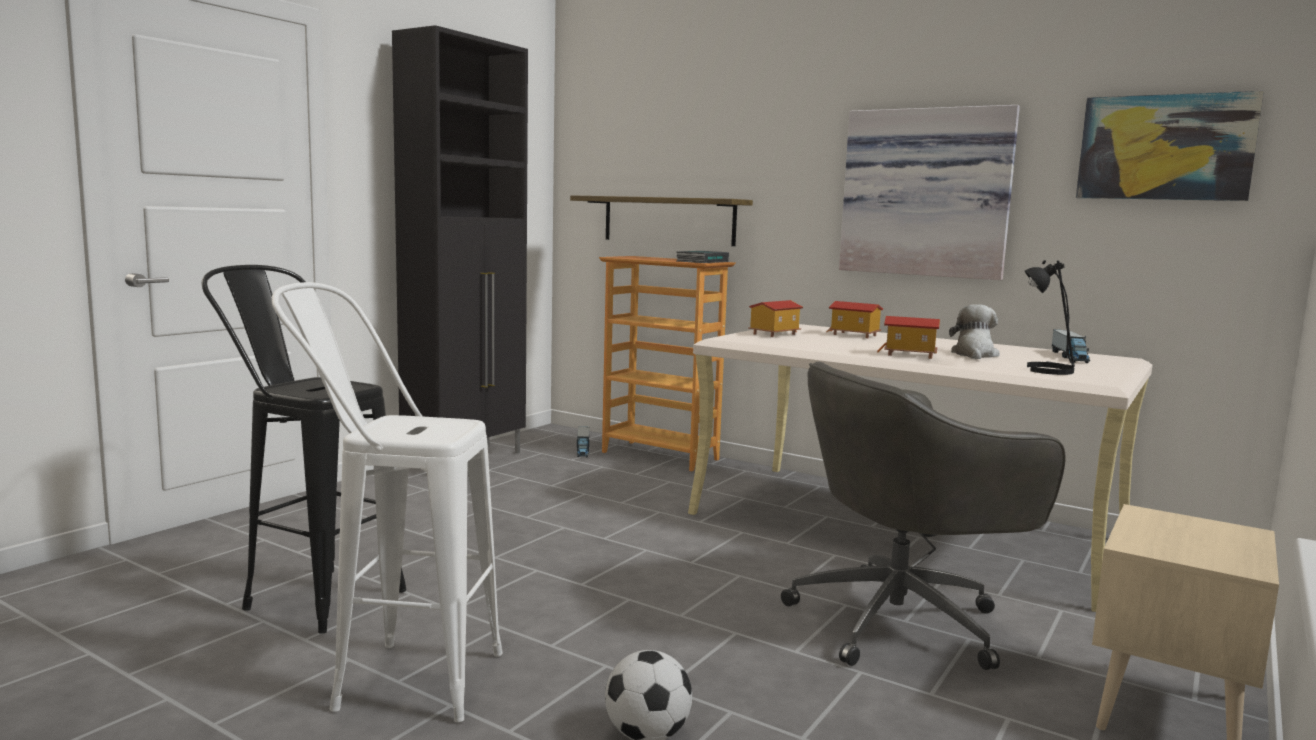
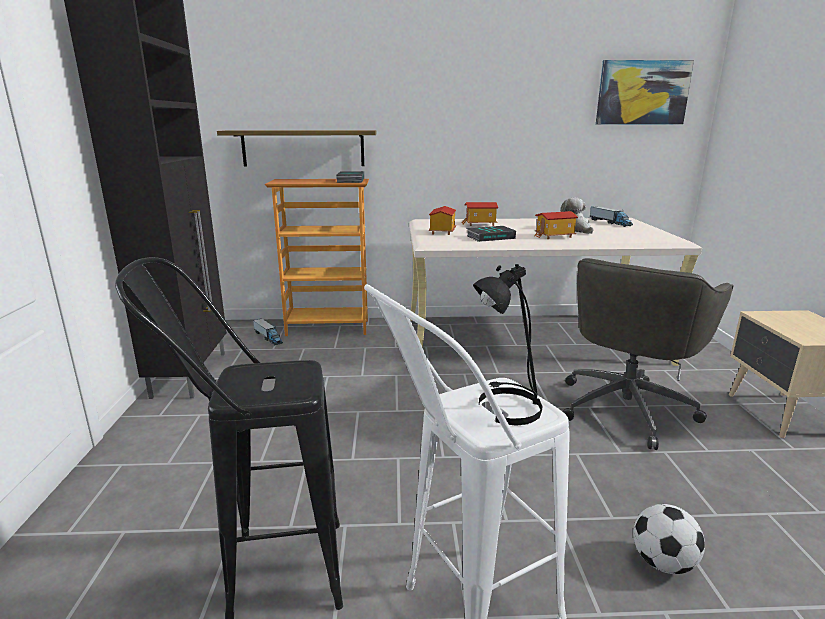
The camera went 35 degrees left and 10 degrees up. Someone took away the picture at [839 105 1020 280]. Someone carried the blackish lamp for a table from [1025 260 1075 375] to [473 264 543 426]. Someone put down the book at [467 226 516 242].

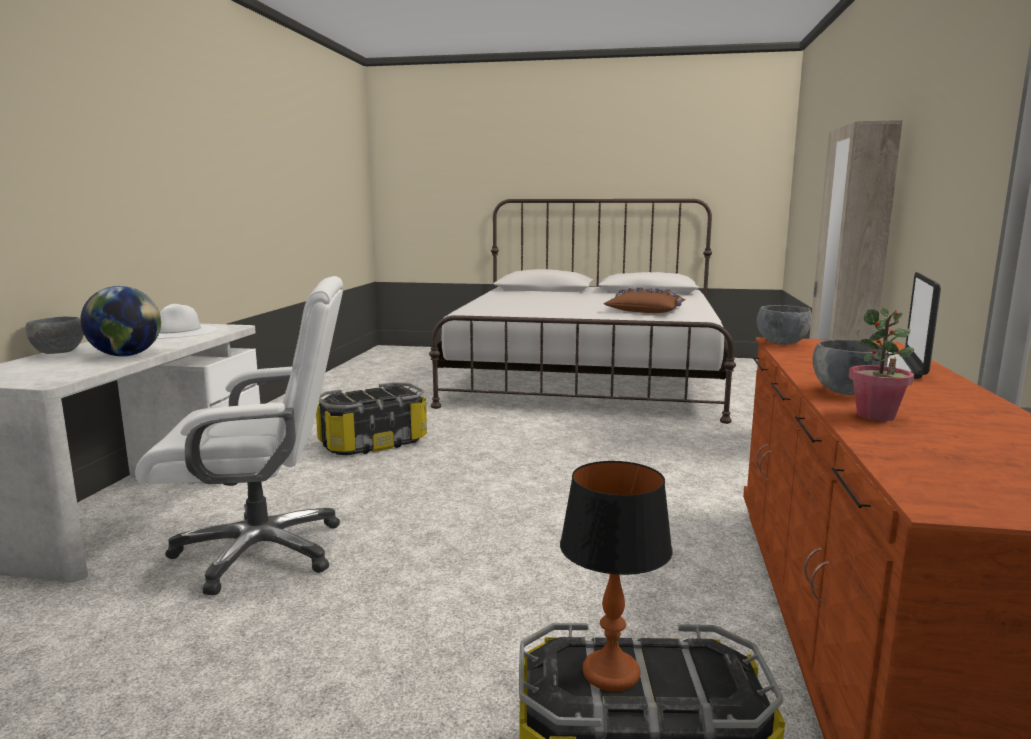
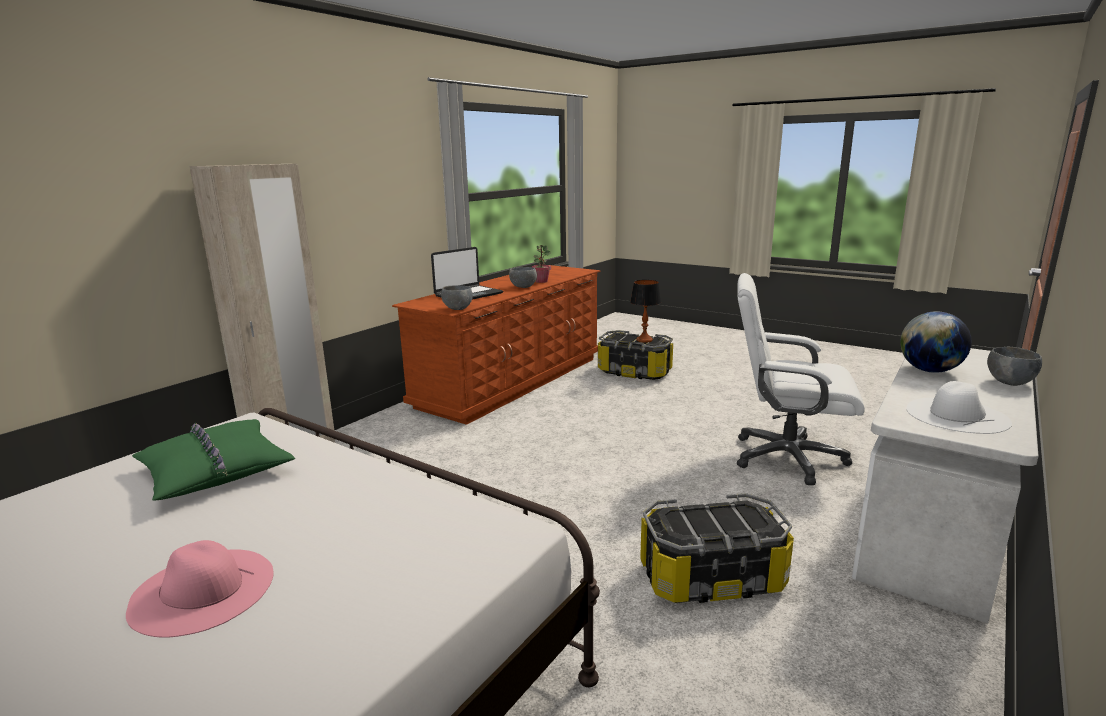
The camera went 155 degrees left and 5 degrees up. Someone repainted the brown-coloured pillow at [604 288 686 313], which became the greenish pillow at [132 419 296 501]. Someone put down the pink clothing hat at [126 540 274 638].

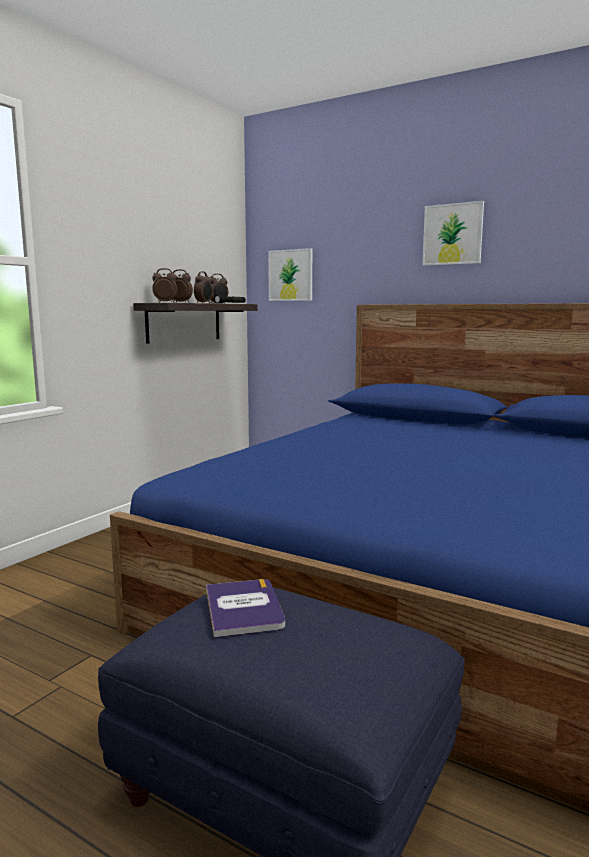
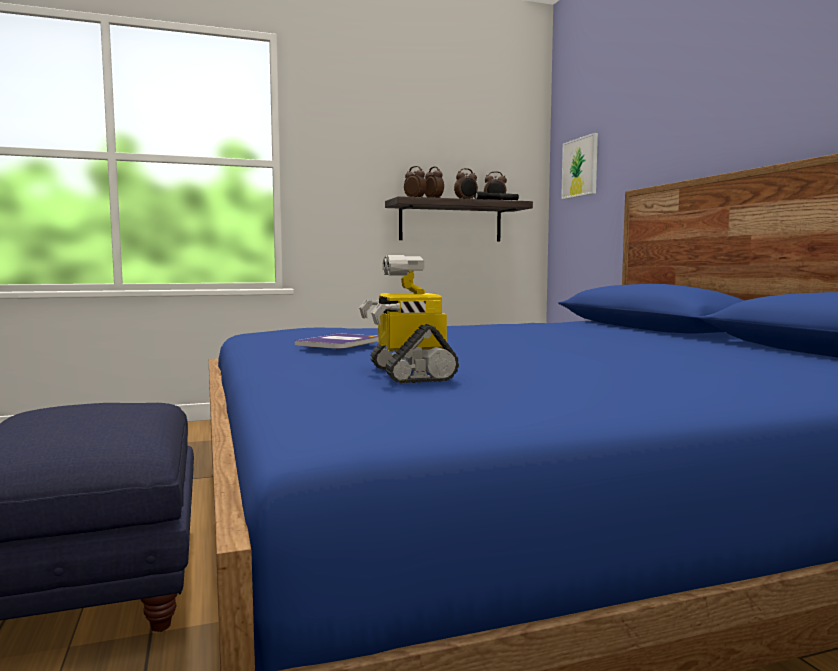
The camera went 40 degrees right and 5 degrees down. Someone carried the book from [206 579 285 637] to [295 333 378 349]. Someone took away the picture at [422 201 484 266]. Someone put down the model robot at [359 255 459 384].

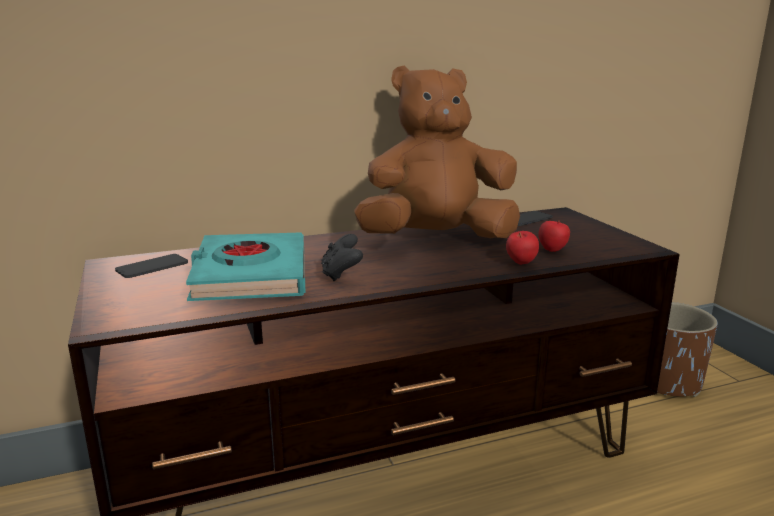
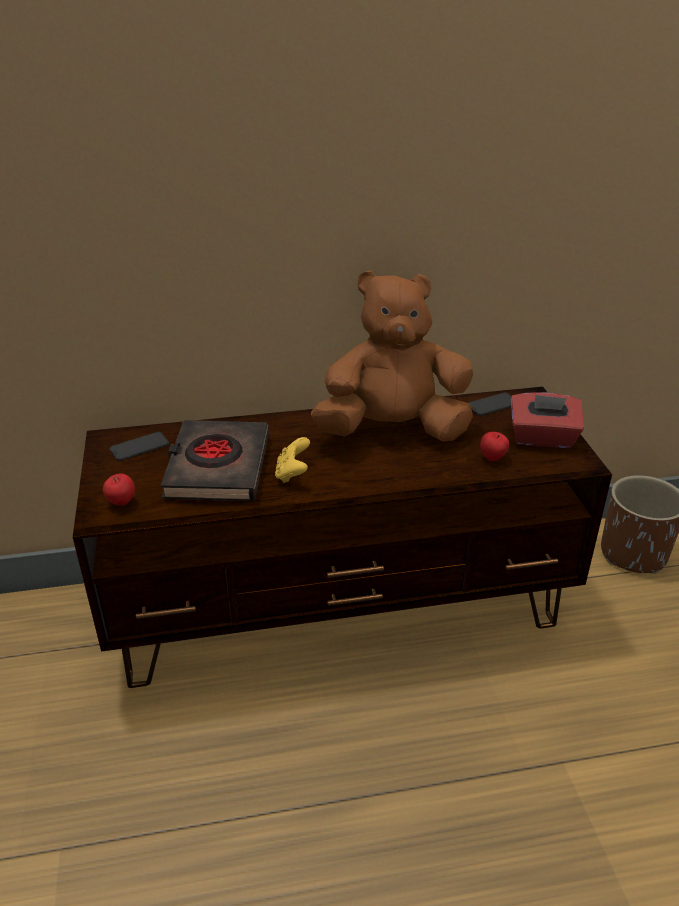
The camera went 10 degrees right and 15 degrees up. Someone repainted the blue-green book at [186 232 306 301], which became the blackish book at [161 420 269 501]. Someone repainted the blackish gamepad at [321 234 363 281], which became the yellow-coloured gamepad at [275 437 310 483]. Someone carried the whole apple from [506 231 539 265] to [103 474 135 505]. Someone put down the red box of tissues at [511 392 584 448].

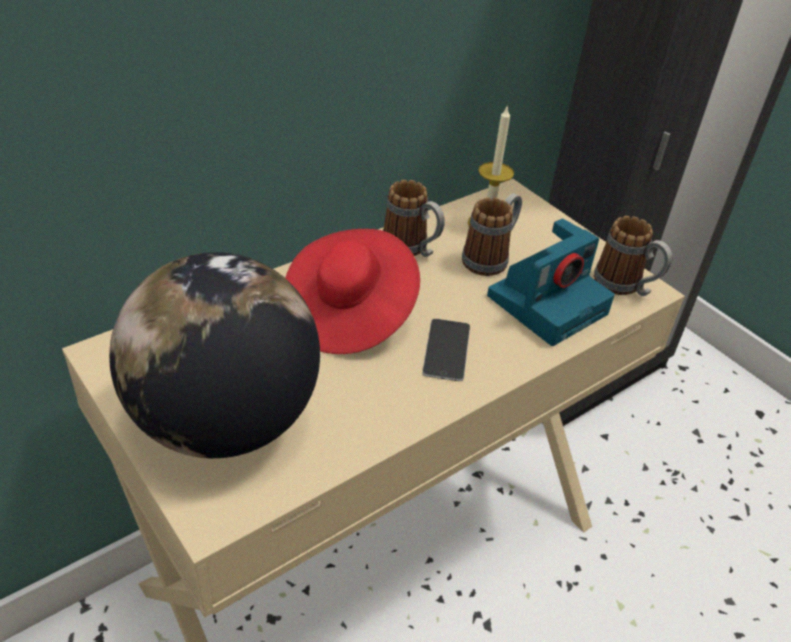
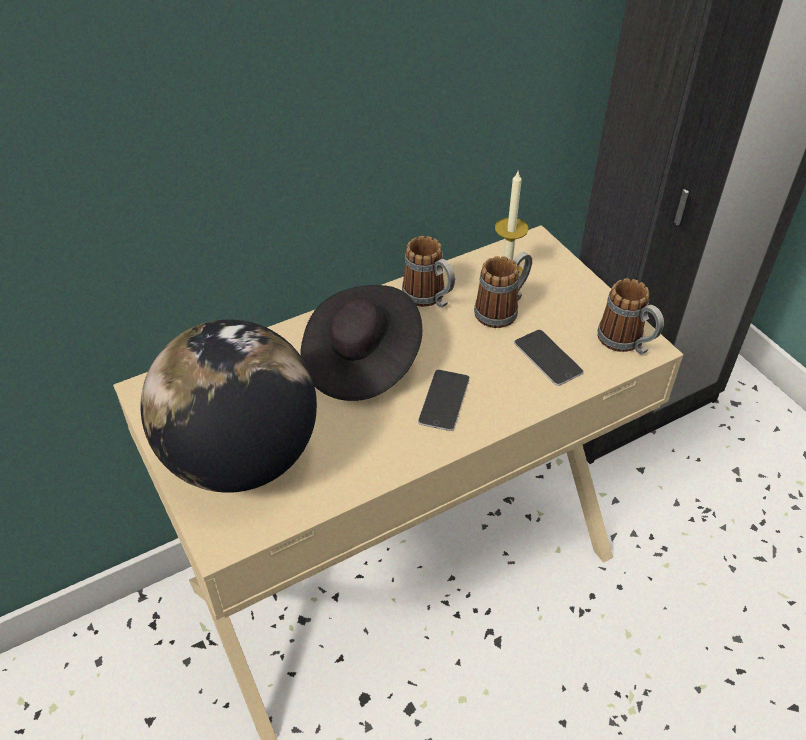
The camera went 10 degrees right and 5 degrees up. Someone repainted the red clothing hat at [285 229 420 354], which became the blackish clothing hat at [301 285 422 401]. Someone swapped the still camera at [487 219 615 346] for the telephone at [514 330 584 386].

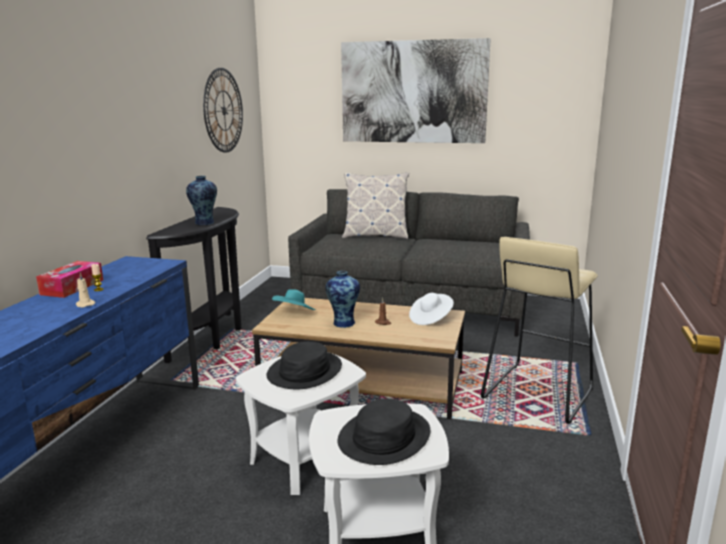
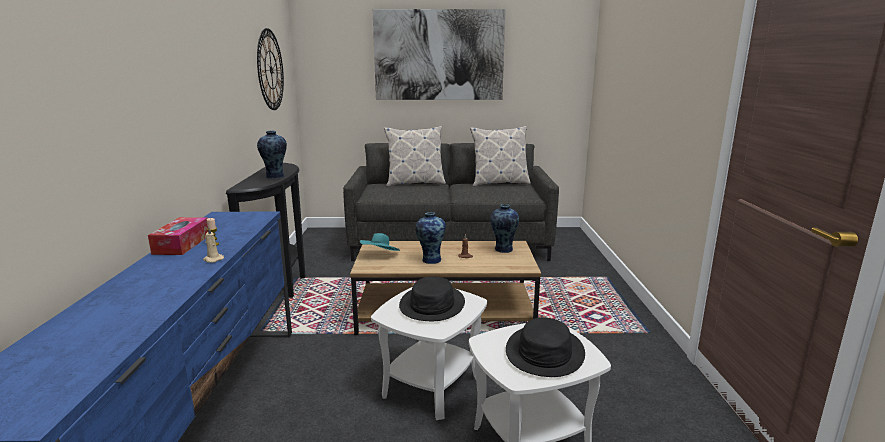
The camera went 15 degrees left and 0 degrees up. Someone swapped the white-coloured clothing hat at [409 293 454 325] for the vase at [490 204 519 253]. Someone took away the beige-coloured stool seat at [481 237 598 424]. Someone put down the pillow at [470 126 531 187].

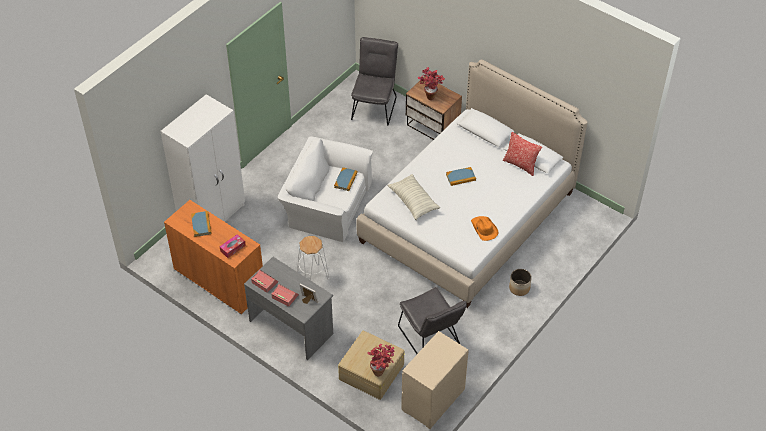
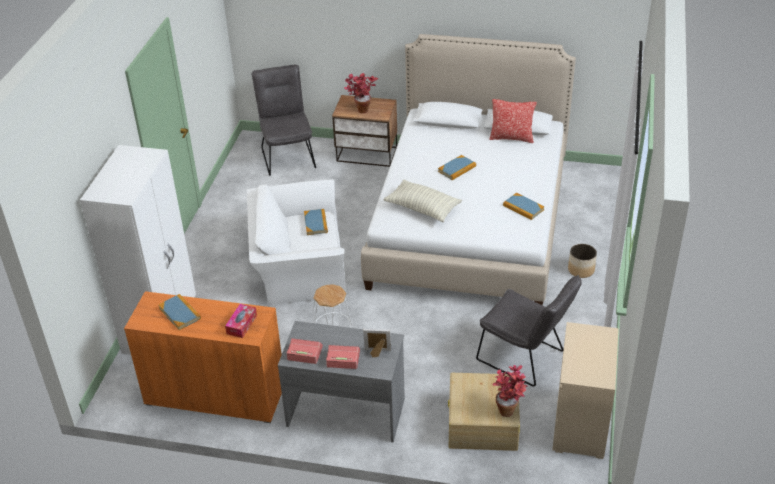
The camera went 25 degrees left and 10 degrees down. Someone swapped the orangey clothing hat at [471 216 499 241] for the book at [503 193 545 220].

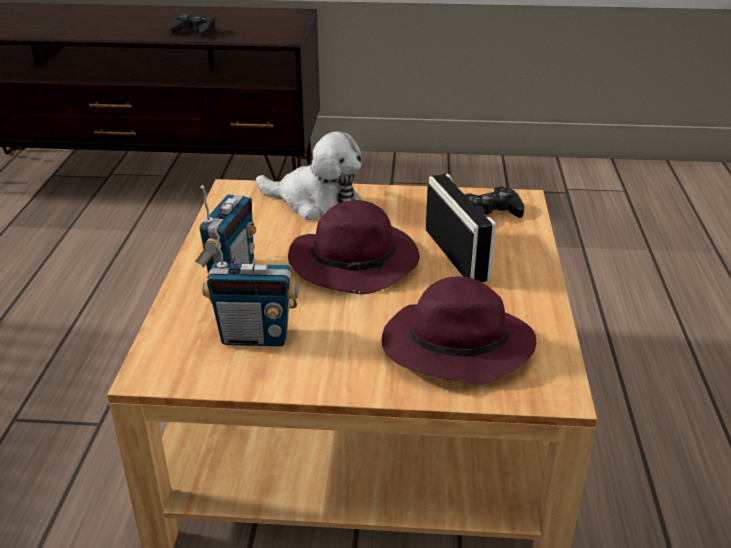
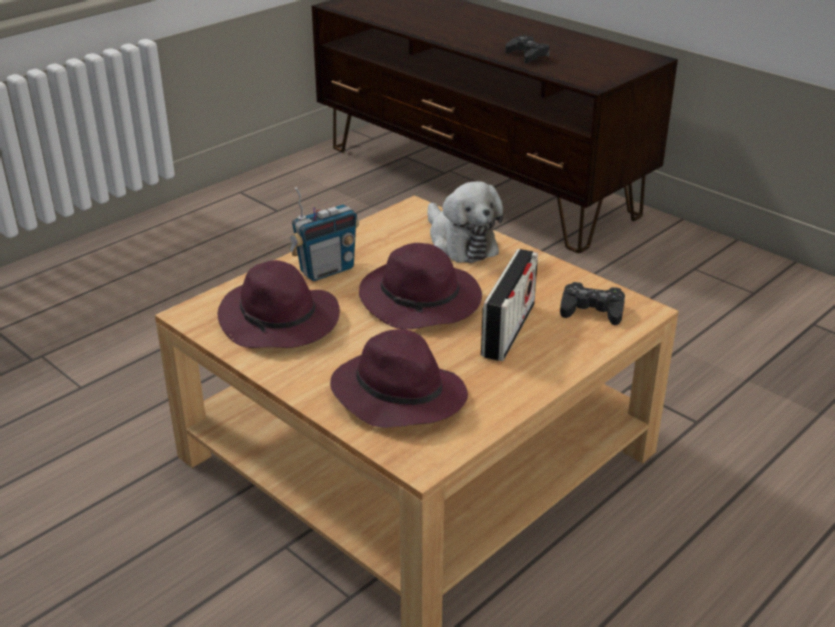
The camera went 40 degrees right and 0 degrees up. Someone swapped the radio receiver at [203 226 299 346] for the purple clothing hat at [218 260 340 348].

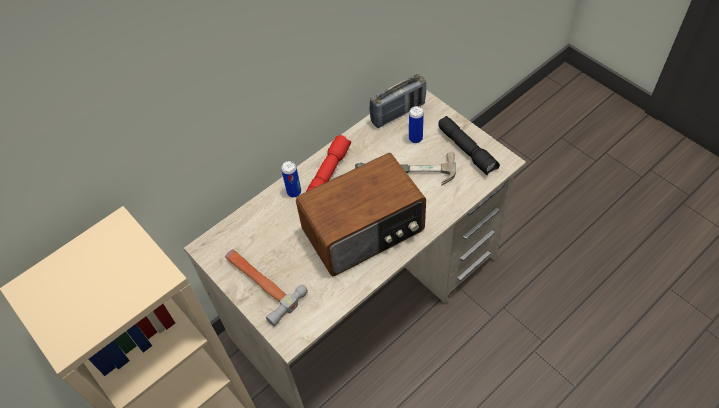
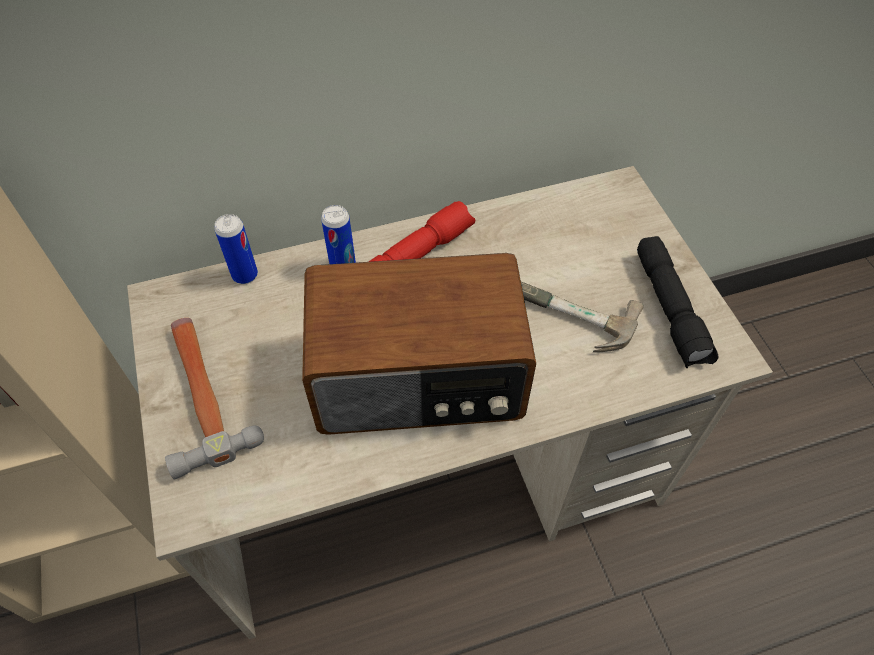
The camera went 20 degrees right and 0 degrees up. Someone took away the radio receiver at [370 74 426 128]. Someone carried the can from [409 106 424 143] to [214 214 258 284].

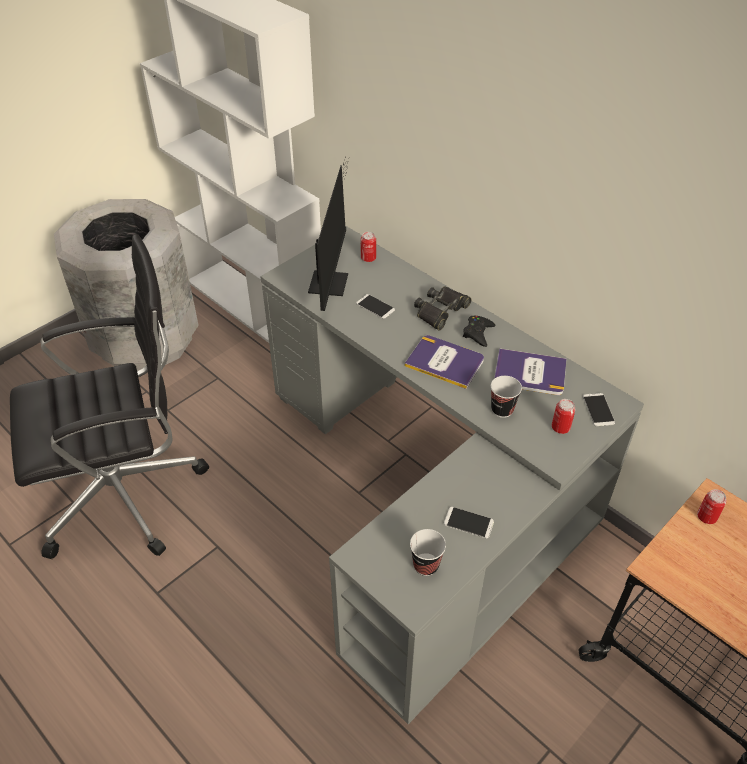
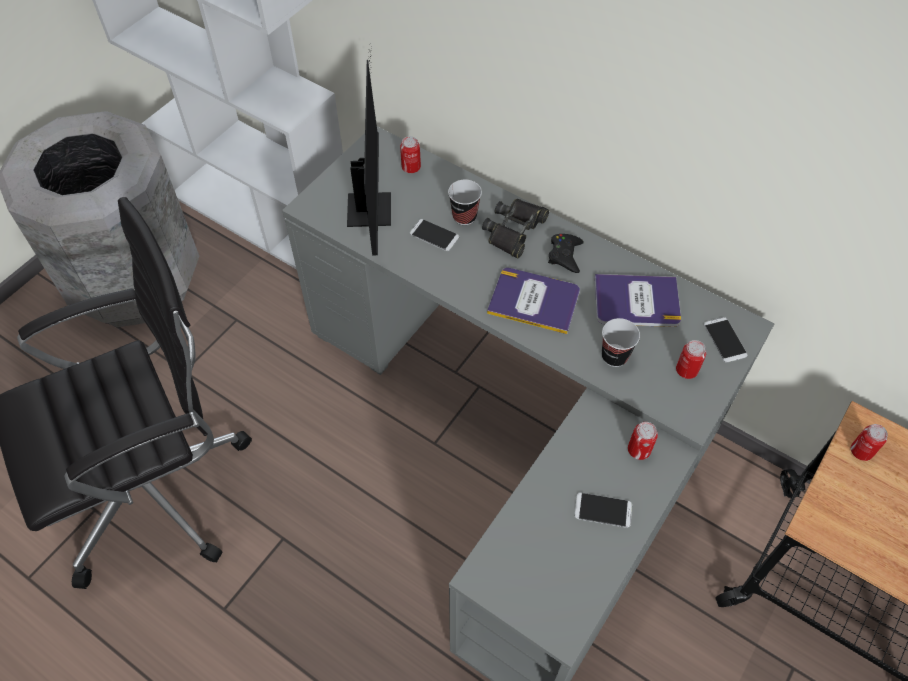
The camera went 10 degrees left and 10 degrees up. Someone carried the small cup from [410 529 446 576] to [448 180 482 225]. Someone put down the can at [628 422 658 460].

